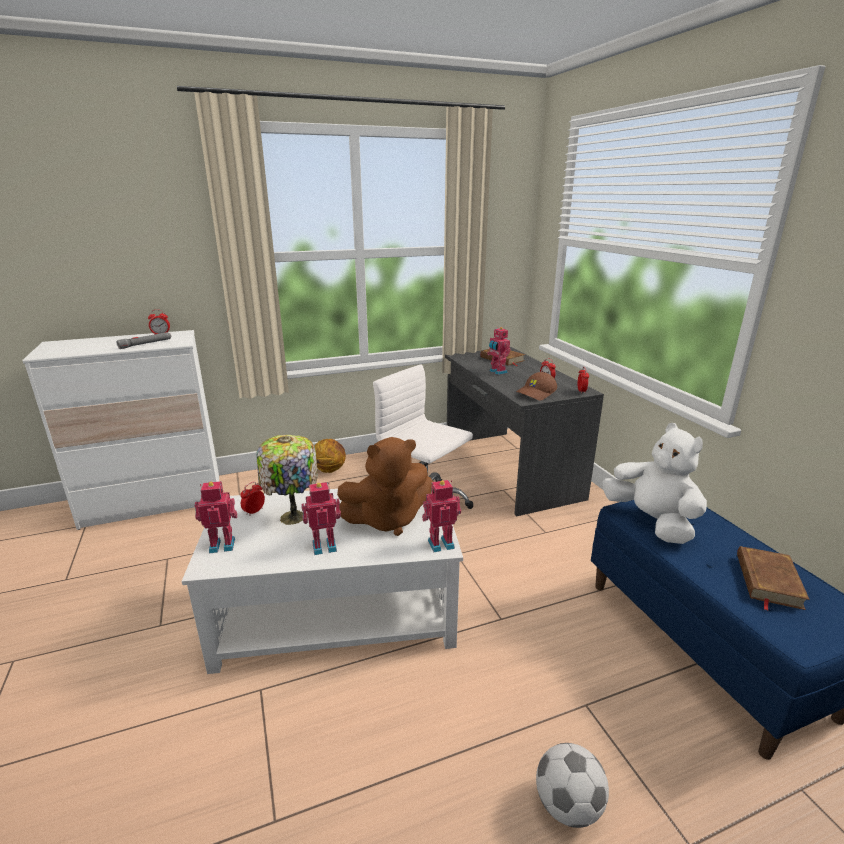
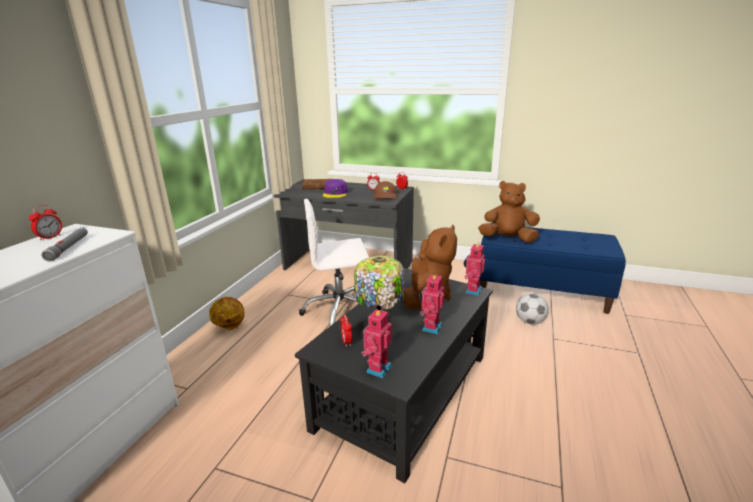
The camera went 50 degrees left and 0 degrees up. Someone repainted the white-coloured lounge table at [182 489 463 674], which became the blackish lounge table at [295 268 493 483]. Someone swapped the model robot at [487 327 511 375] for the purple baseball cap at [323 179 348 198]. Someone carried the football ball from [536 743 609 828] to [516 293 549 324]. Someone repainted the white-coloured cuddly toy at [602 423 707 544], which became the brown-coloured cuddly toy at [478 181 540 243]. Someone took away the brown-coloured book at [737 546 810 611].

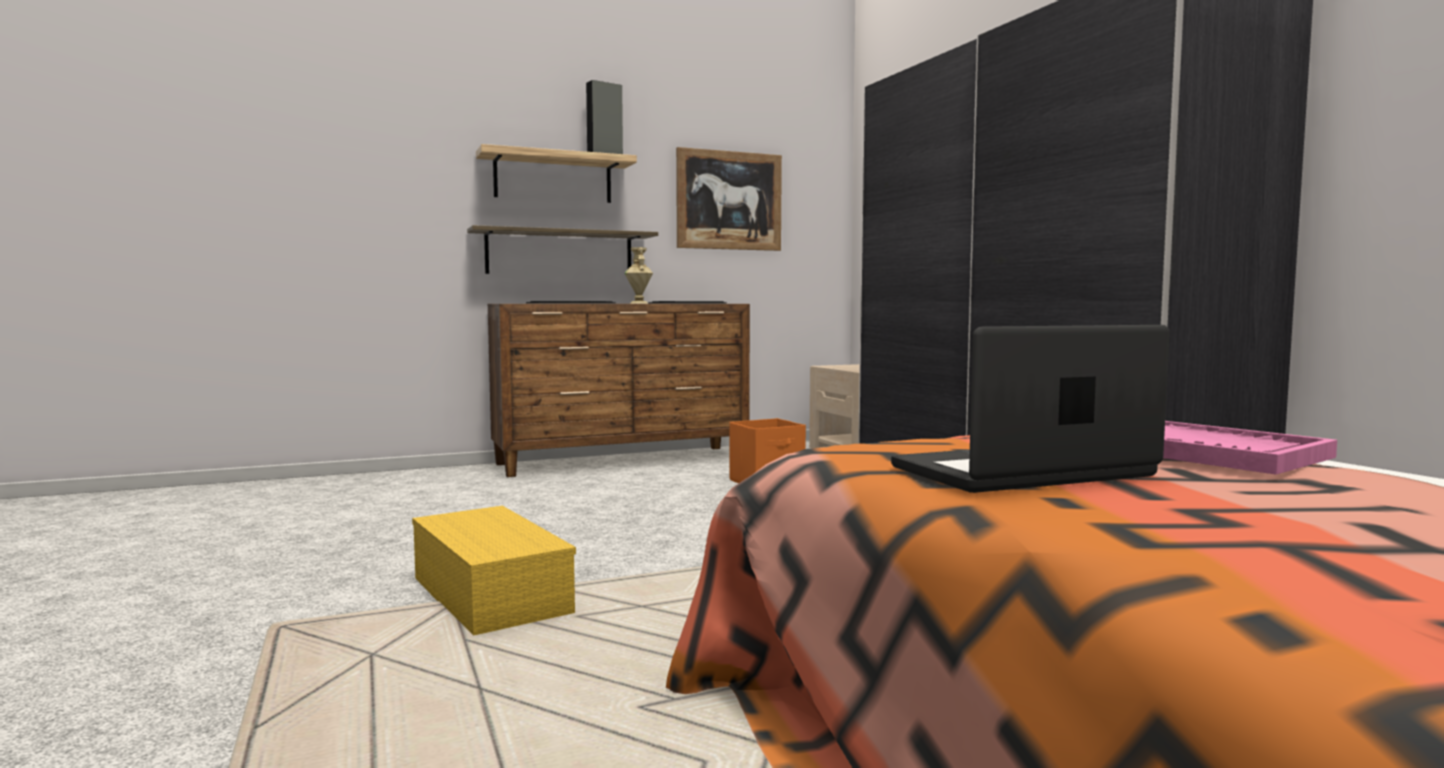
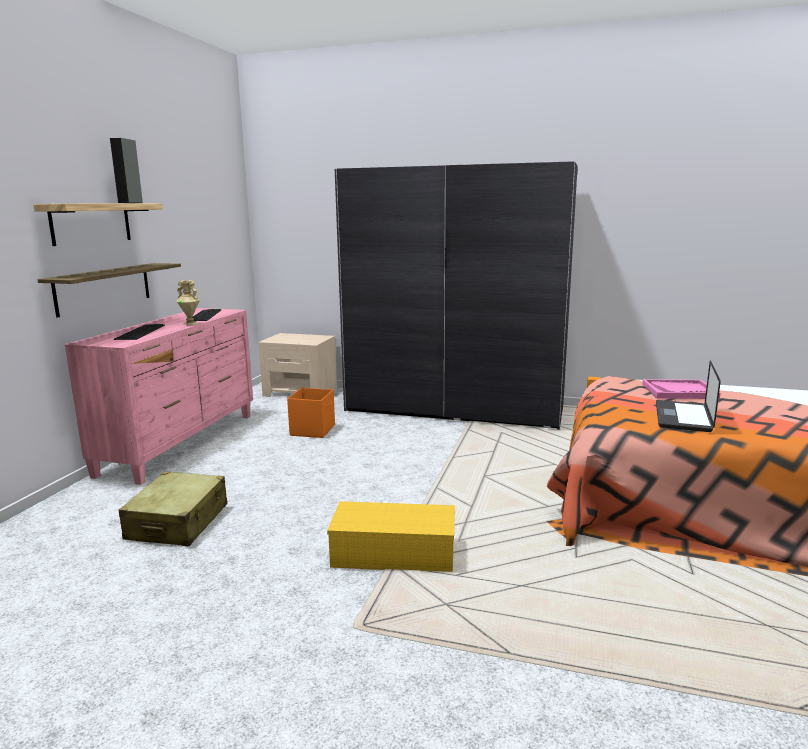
The camera went 50 degrees left and 10 degrees up. Someone repainted the brown-coloured drawer chest at [488 304 750 477], which became the pink drawer chest at [65 308 253 485]. Someone took away the picture at [676 147 782 251]. Someone put down the beige-coloured travel case at [119 472 227 546].

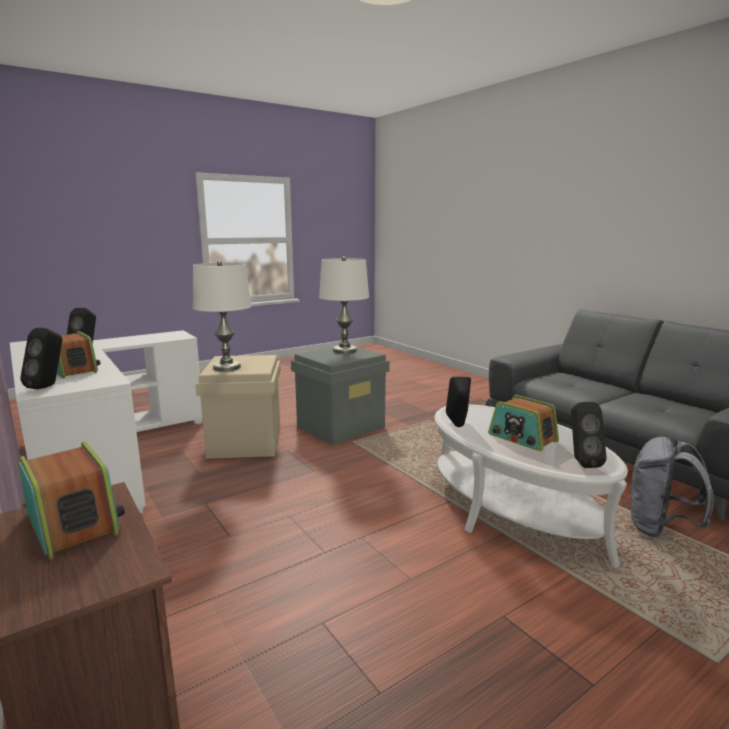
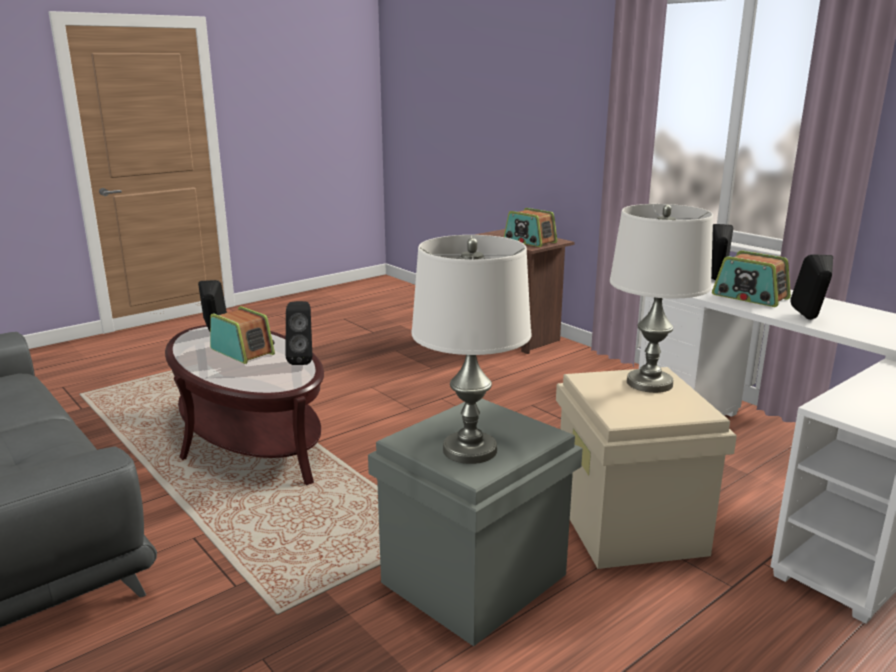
The camera went 175 degrees right and 5 degrees up. Someone repainted the white-coloured lounge table at [434 404 628 568], which became the brown-coloured lounge table at [165 325 324 485]. Someone took away the grey knapsack at [630 437 714 537].

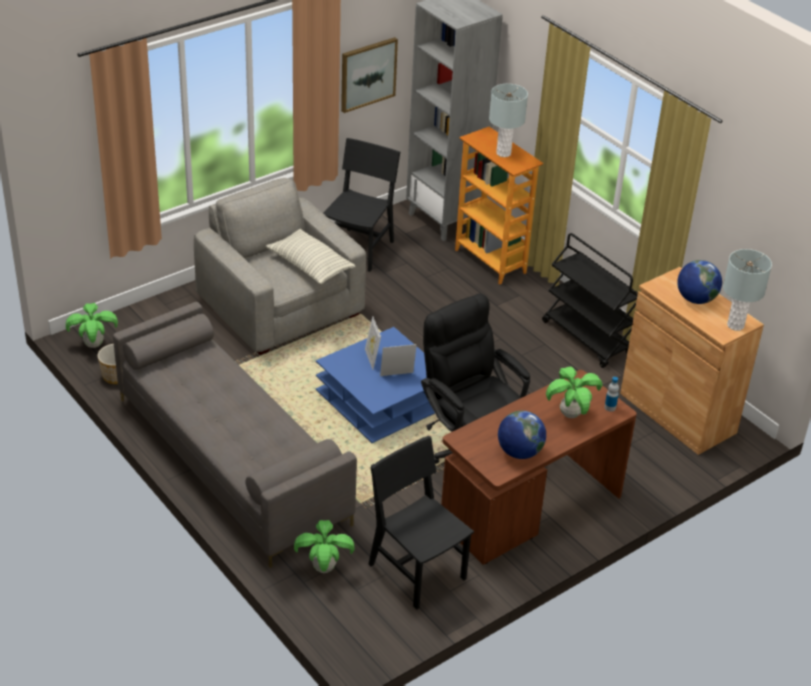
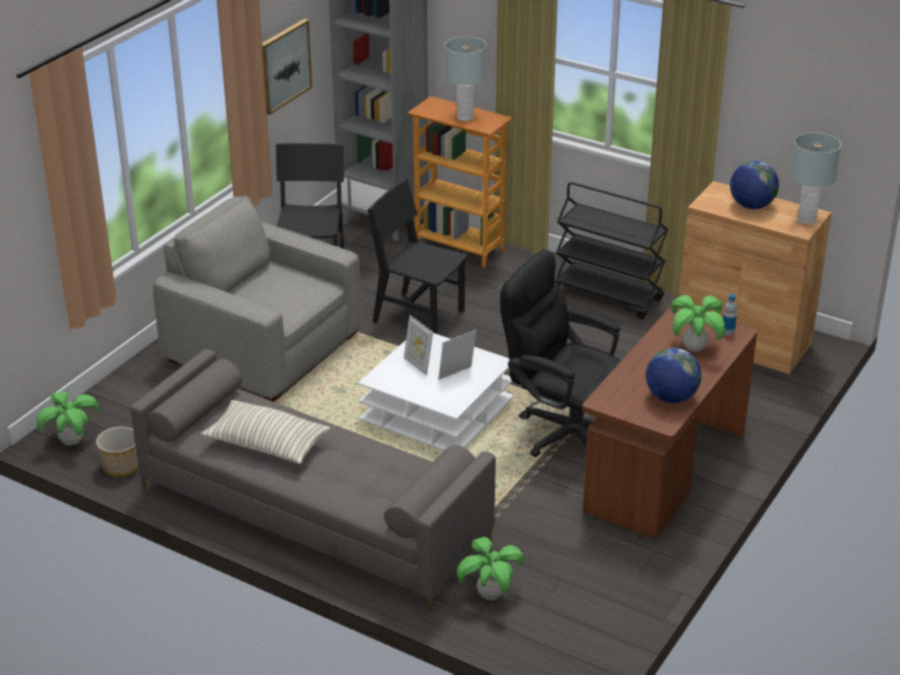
The camera went 20 degrees left and 5 degrees down. Someone carried the pillow from [266 229 356 284] to [201 400 331 464]. Someone repainted the blue-coloured lounge table at [316 327 435 443], which became the white-coloured lounge table at [358 333 514 451]. Someone carried the blackish plain chair from [368 436 474 610] to [368 179 468 334].

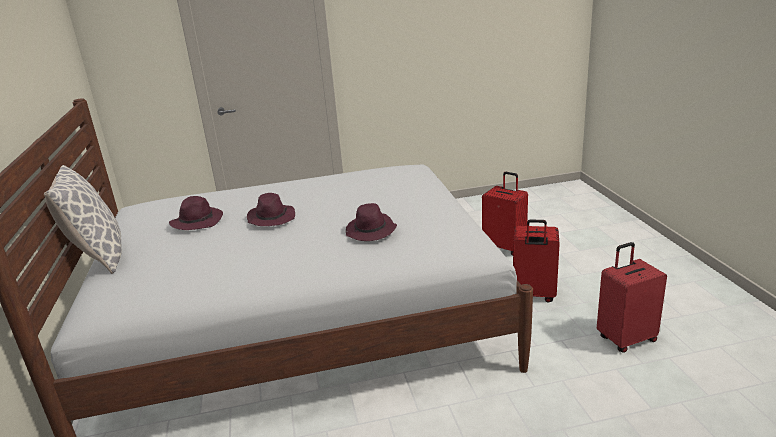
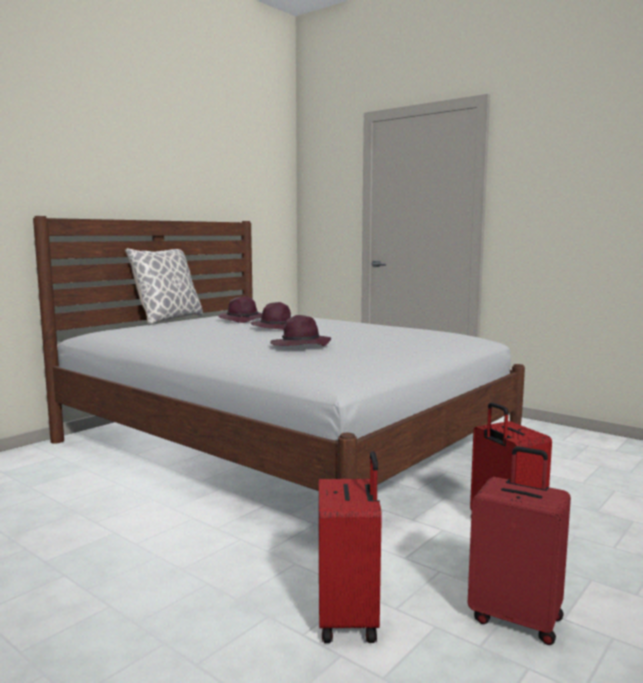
The camera went 50 degrees right and 15 degrees down. Someone carried the red travel case from [482 172 528 256] to [319 451 382 643].

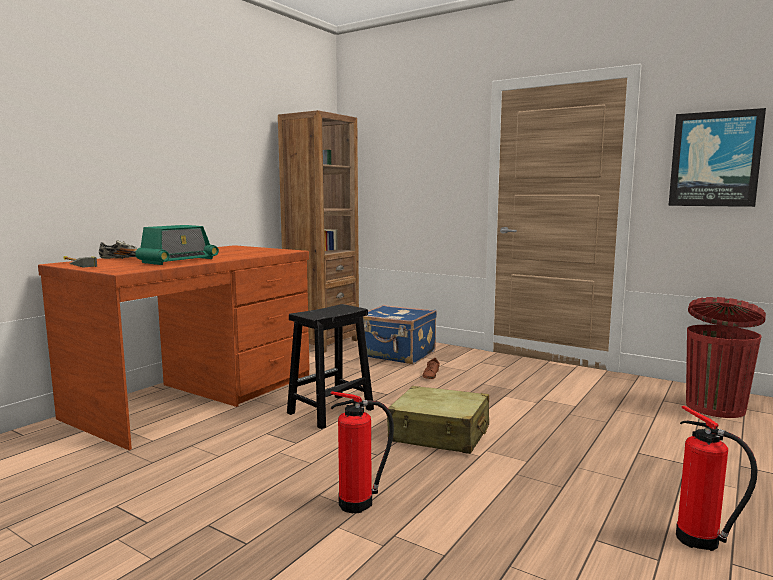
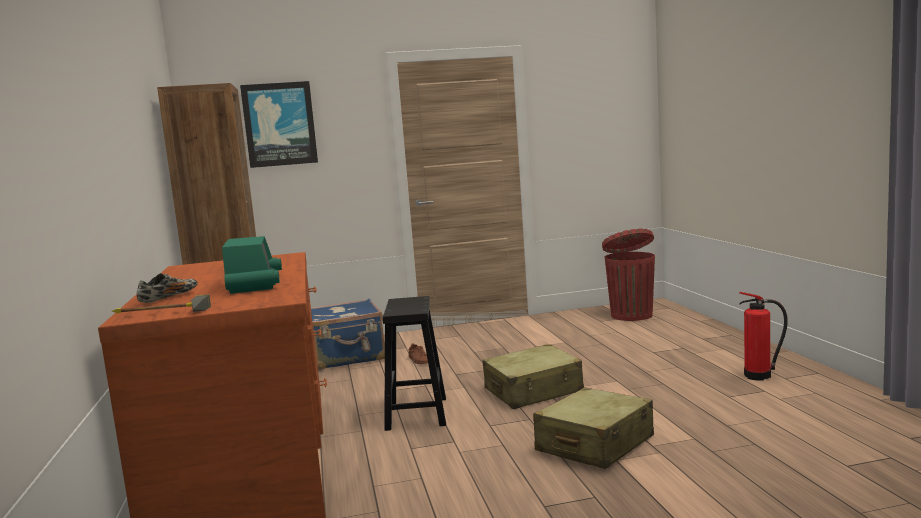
The camera went 45 degrees left and 0 degrees up. Someone swapped the fire-fighting cylinder at [331 391 394 513] for the beige-coloured travel case at [533 387 654 469]. Someone carried the picture from [668 108 766 207] to [240 81 318 168].

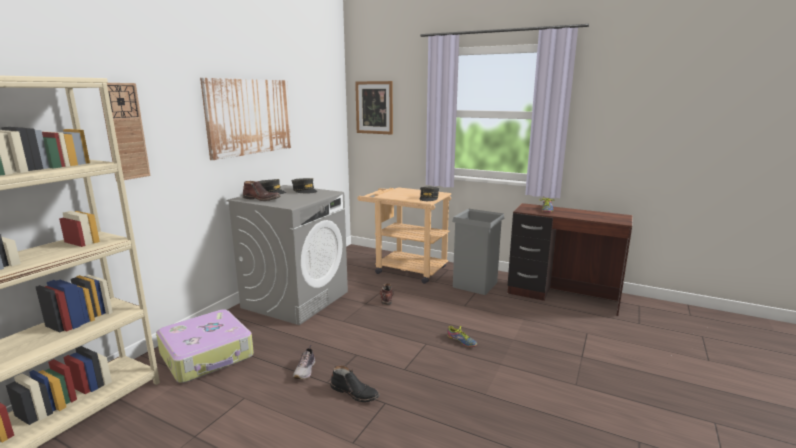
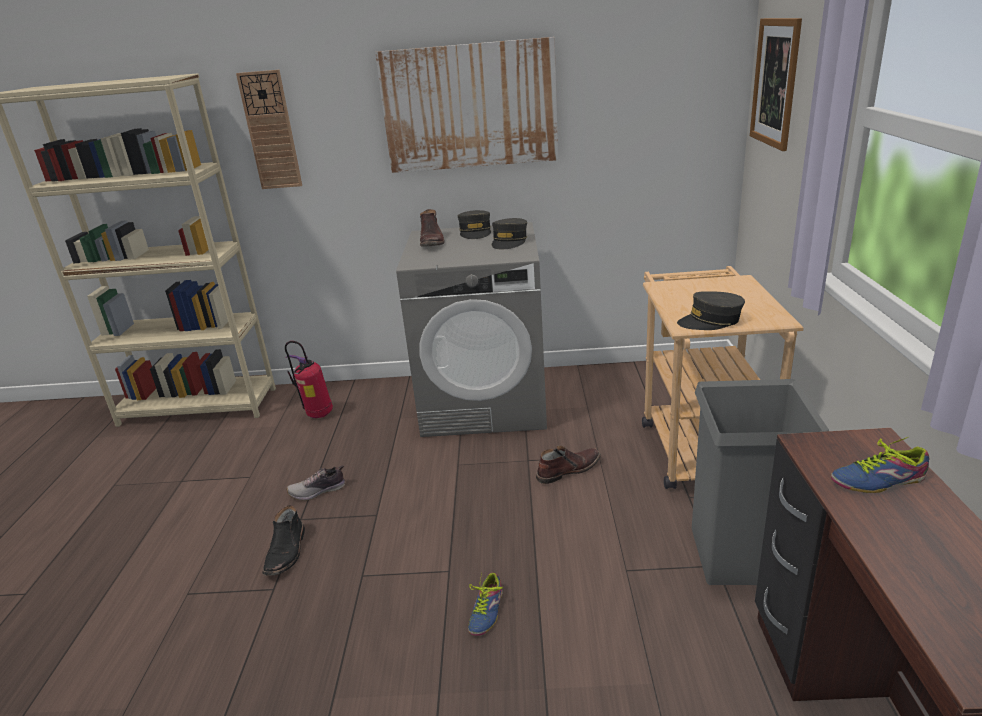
The camera went 65 degrees right and 10 degrees up. Someone swapped the travel case at [156 309 254 383] for the fire-fighting cylinder at [285 341 333 418].

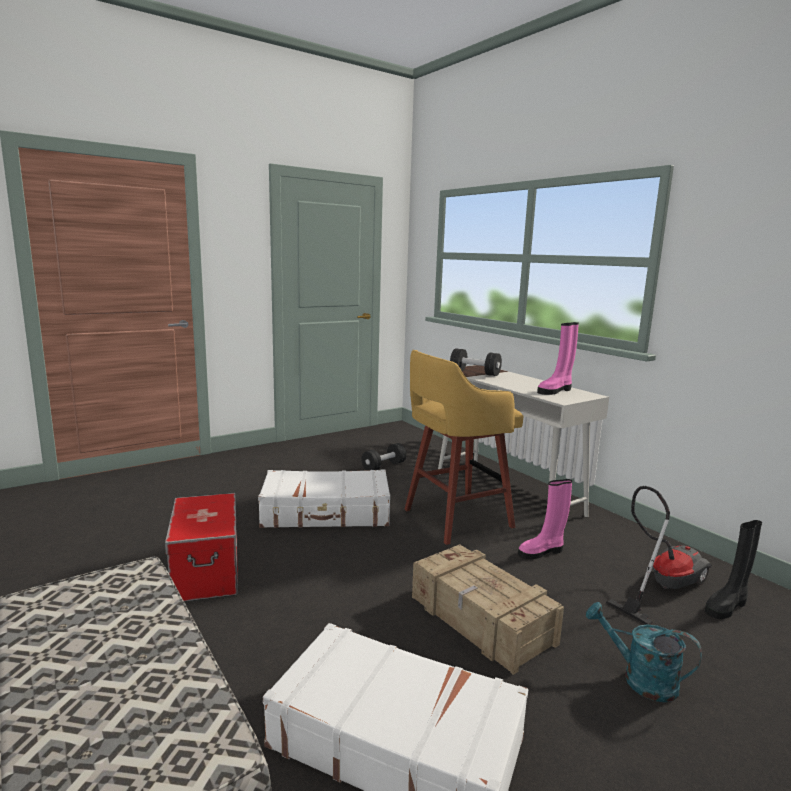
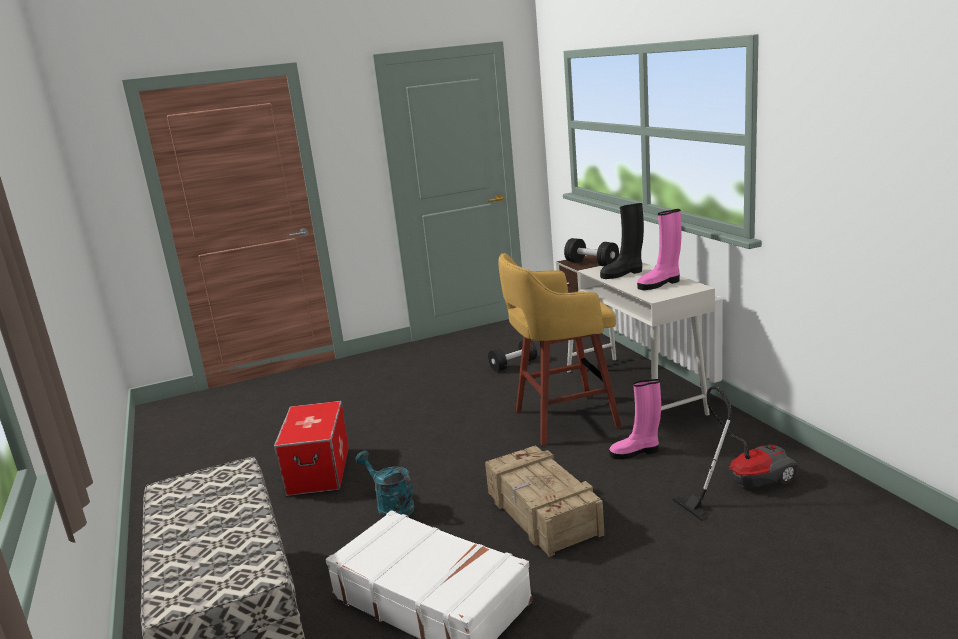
The camera went 15 degrees right and 5 degrees up. Someone took away the white-coloured travel case at [258 470 390 528]. Someone carried the blue-green watering can from [586 602 702 702] to [355 450 414 518]. Someone carried the blackish high-top boot from [705 520 762 619] to [600 203 644 279].

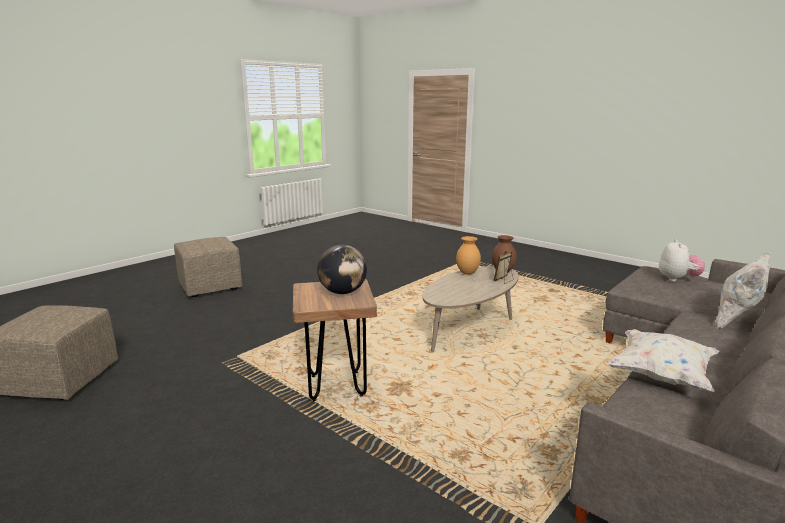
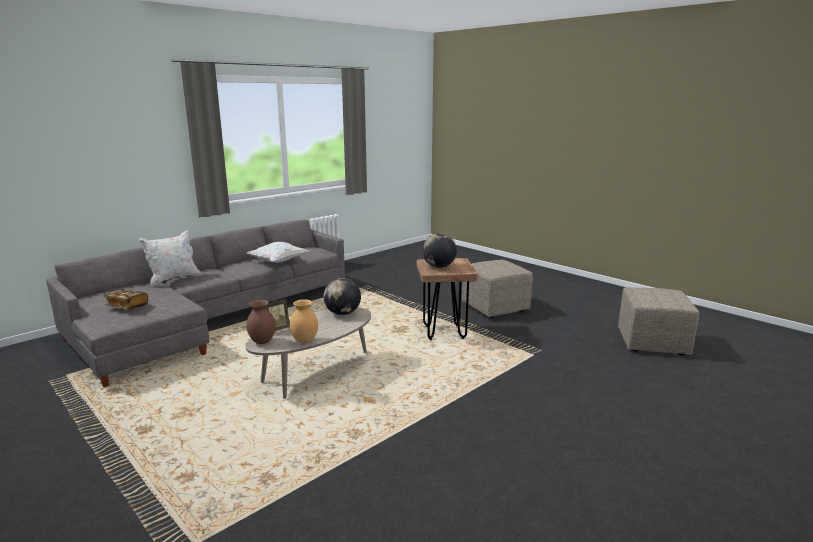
The camera went 175 degrees left and 0 degrees up. Someone carried the beige-coloured footrest from [174 237 242 297] to [462 260 533 318]. Someone swapped the cuddly toy at [659 239 705 282] for the book at [104 289 148 310]. Someone put down the desk globe at [324 278 361 315].

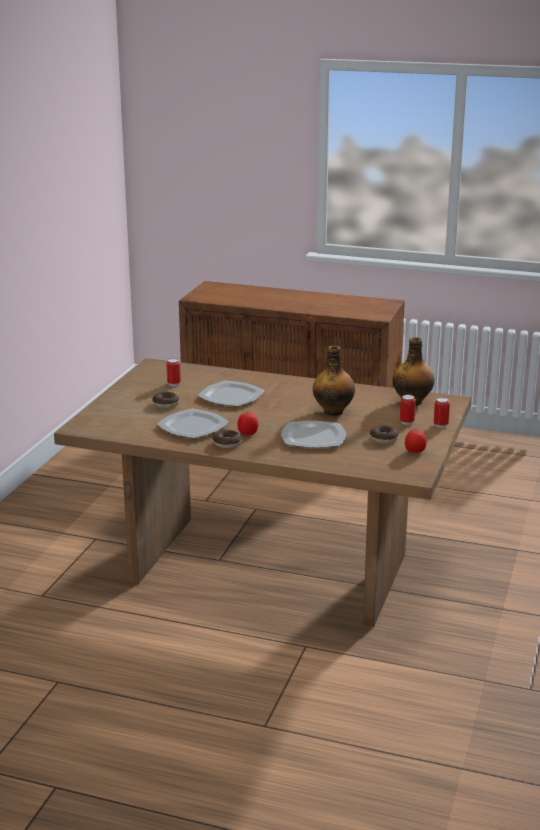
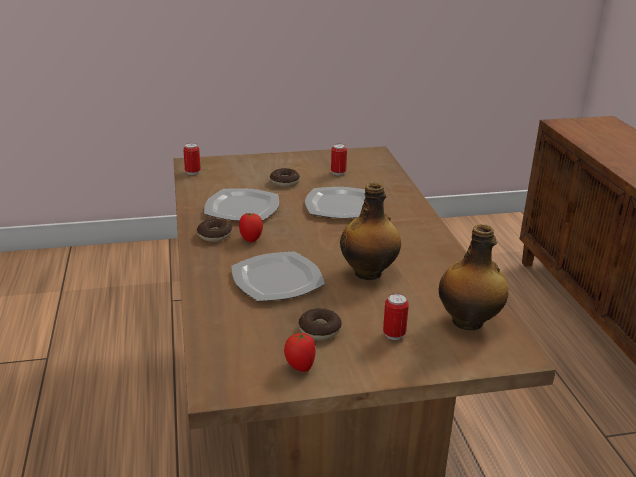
The camera went 60 degrees right and 5 degrees up. Someone carried the can from [434 397 450 428] to [183 143 201 175].

